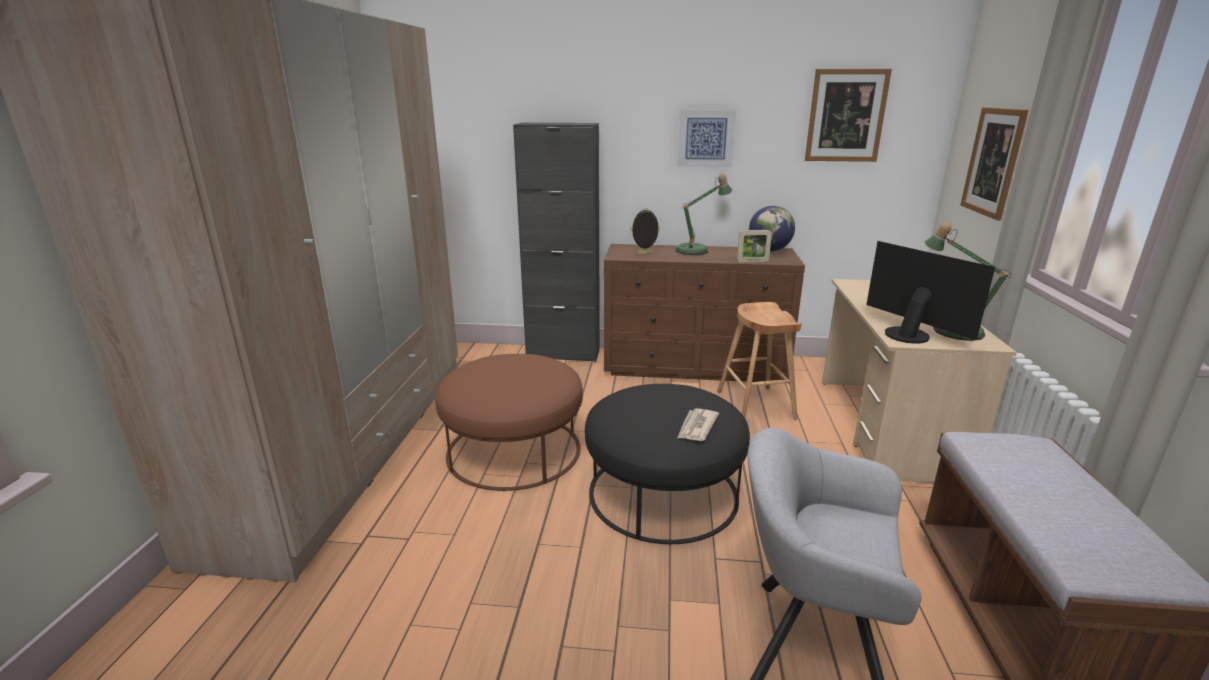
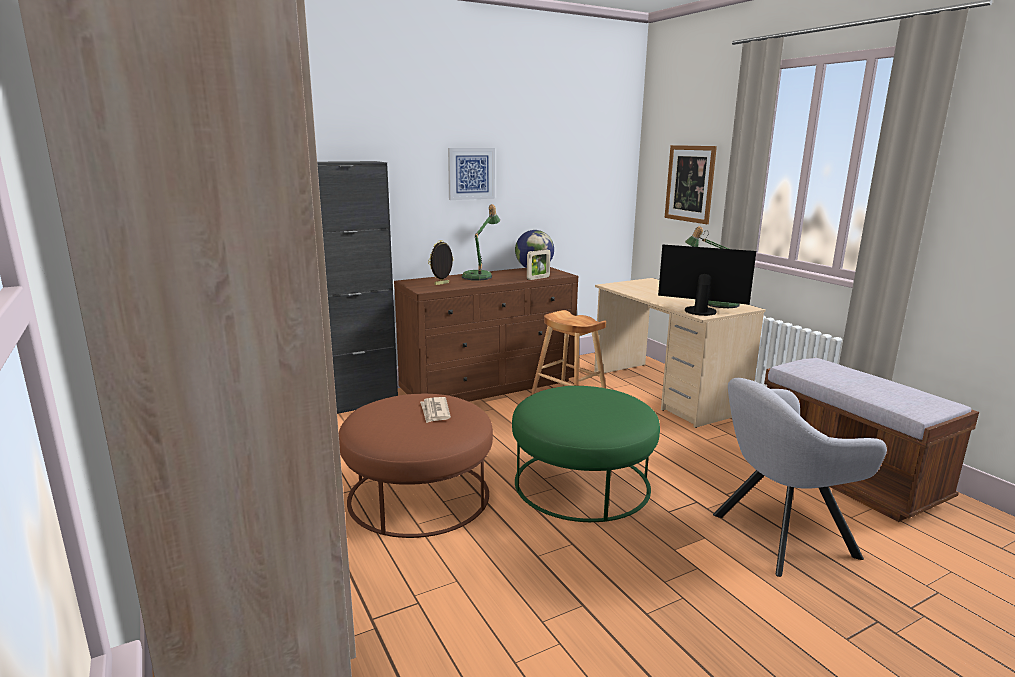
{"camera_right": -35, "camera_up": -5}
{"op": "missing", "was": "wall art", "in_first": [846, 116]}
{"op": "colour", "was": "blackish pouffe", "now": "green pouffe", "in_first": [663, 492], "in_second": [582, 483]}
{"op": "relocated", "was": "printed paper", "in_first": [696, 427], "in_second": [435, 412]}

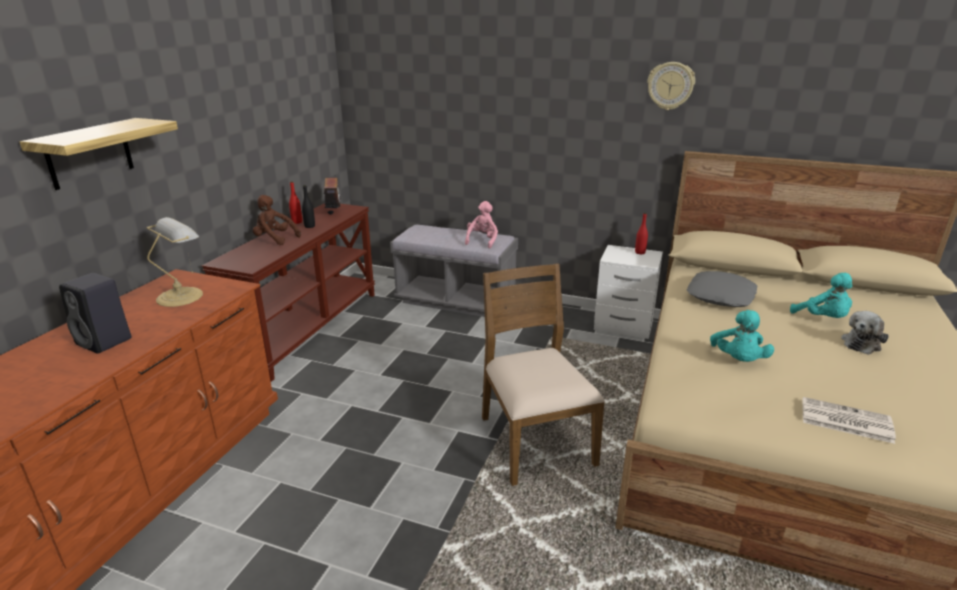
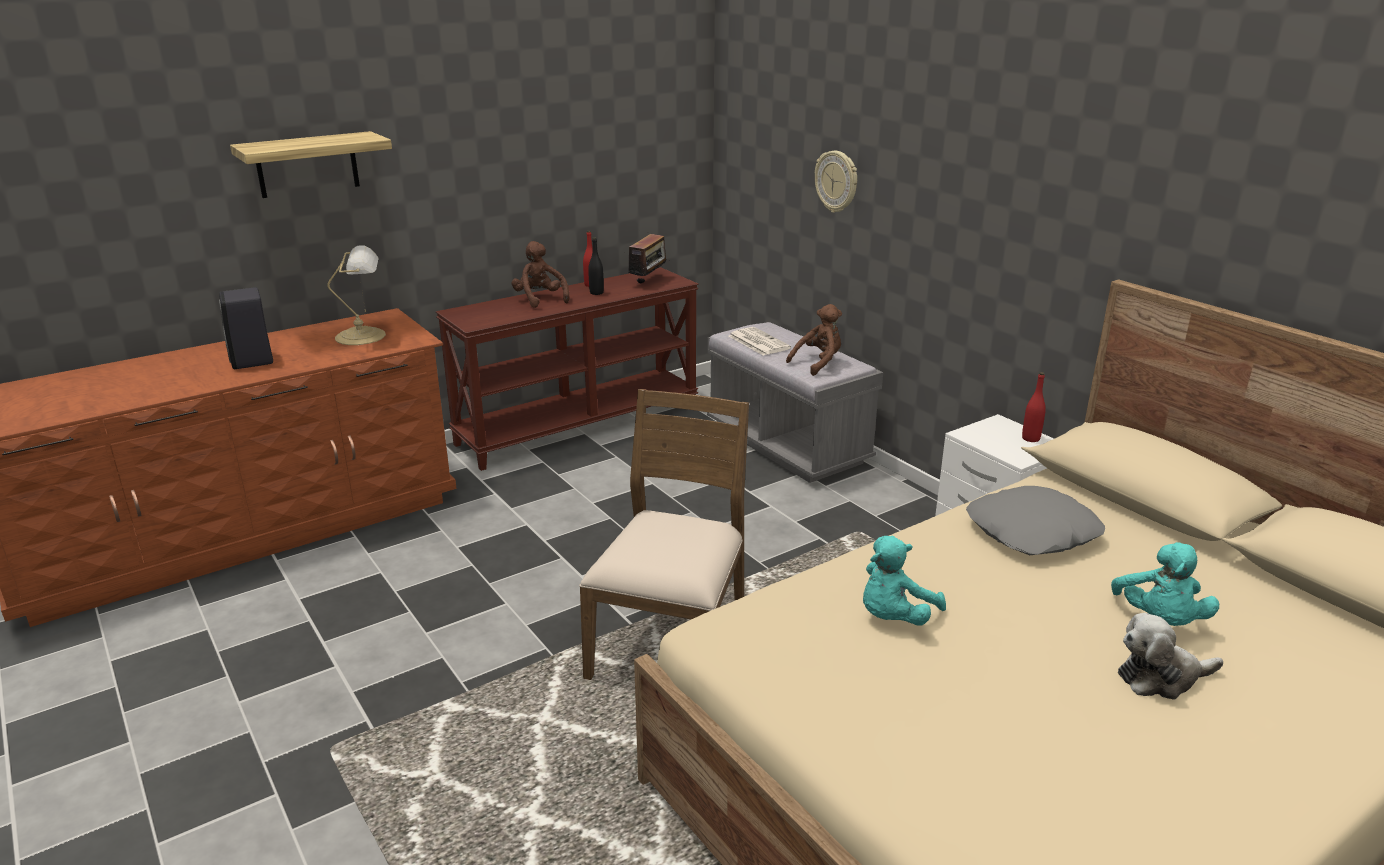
{"camera_right": 35, "camera_up": 0}
{"op": "relocated", "was": "wall clock", "in_first": [670, 86], "in_second": [837, 181]}
{"op": "colour", "was": "pink-coloured plush toy", "now": "brown-coloured plush toy", "in_first": [482, 241], "in_second": [818, 363]}
{"op": "relocated", "was": "printed paper", "in_first": [844, 421], "in_second": [757, 342]}

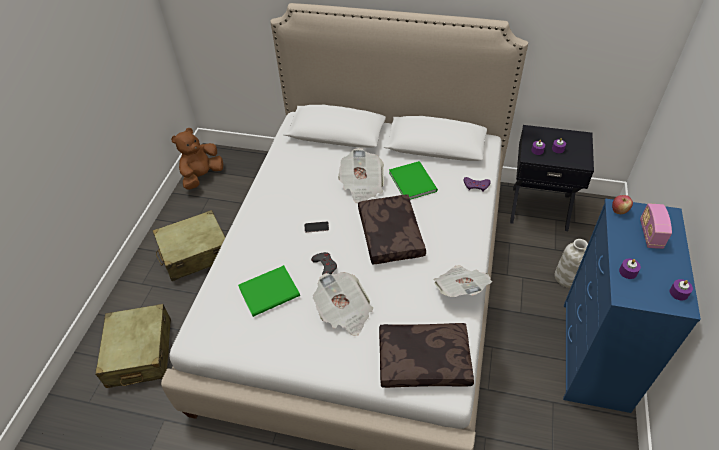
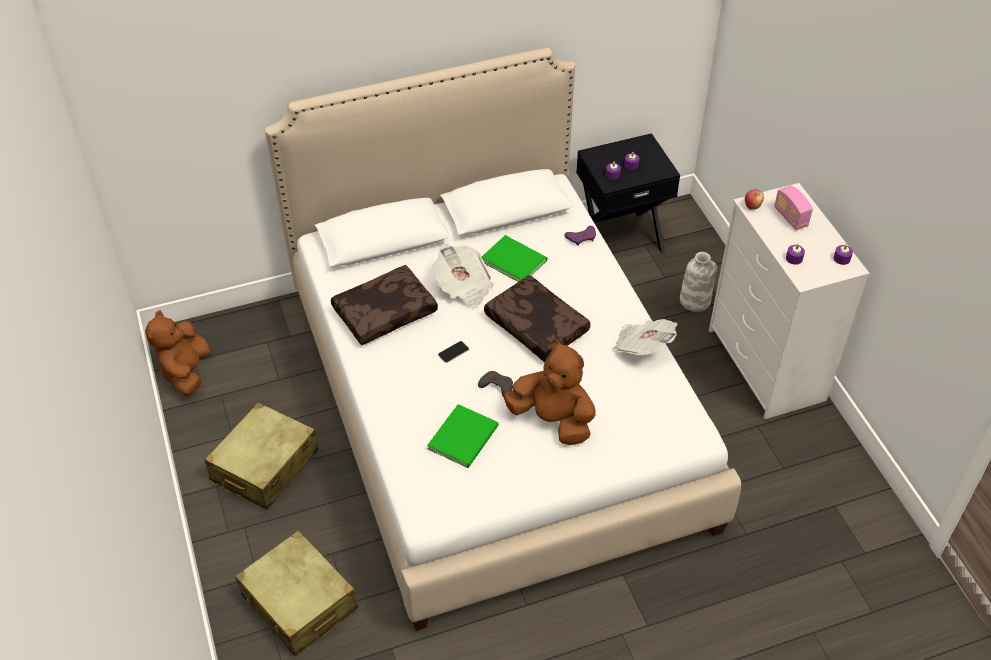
{"camera_right": -35, "camera_up": 0}
{"op": "colour", "was": "blue-coloured dresser", "now": "white dresser", "in_first": [595, 356], "in_second": [767, 365]}
{"op": "exchanged", "was": "printed paper", "now": "brown-coloured plush toy", "in_first": [344, 312], "in_second": [553, 420]}
{"op": "relocated", "was": "brown-coloured pillow", "in_first": [424, 359], "in_second": [385, 311]}

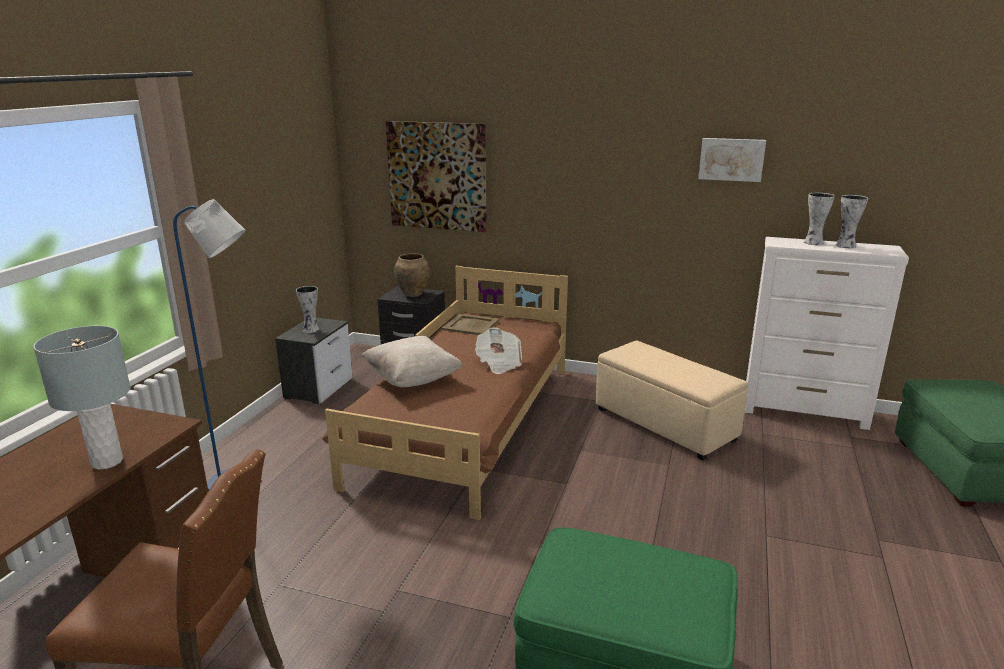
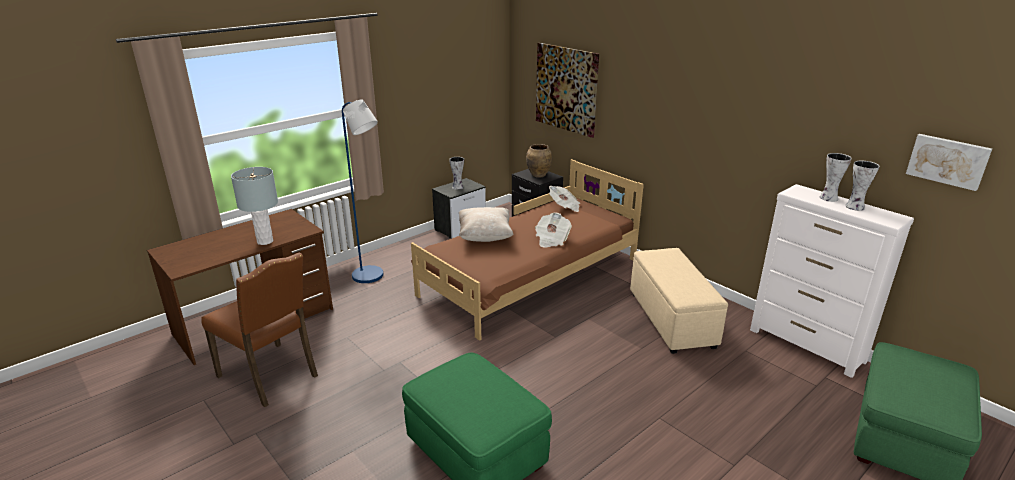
{"camera_right": 30, "camera_up": 5}
{"op": "relocated", "was": "wall art", "in_first": [731, 159], "in_second": [948, 161]}
{"op": "exchanged", "was": "beige carrying tray", "now": "printed paper", "in_first": [471, 325], "in_second": [564, 207]}

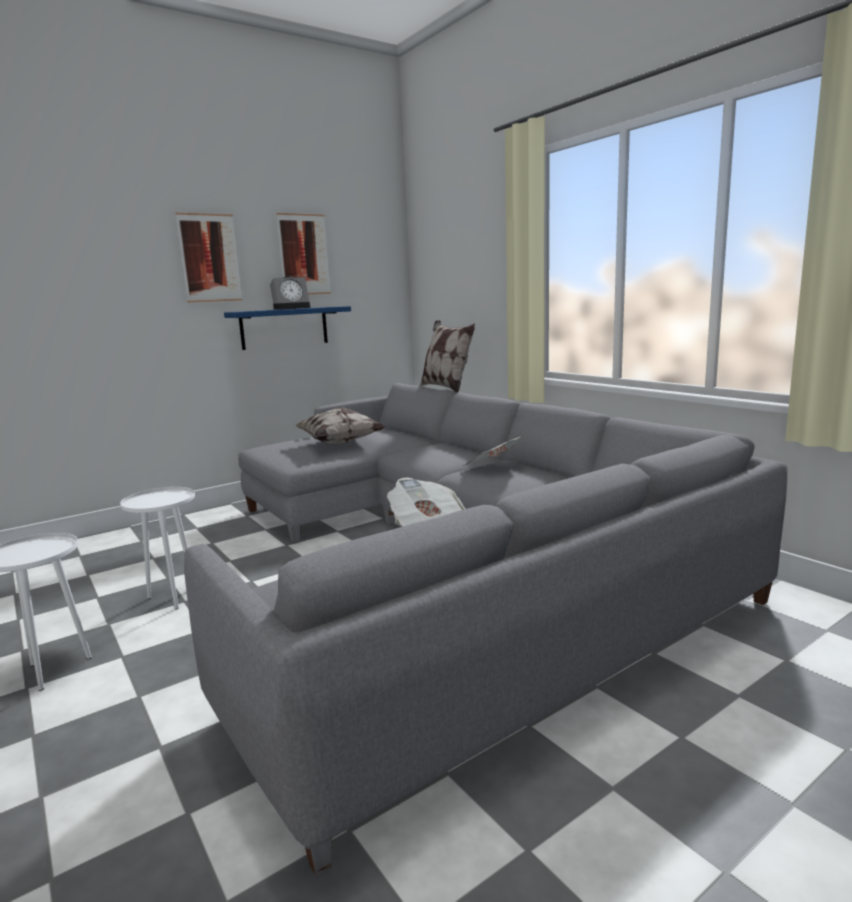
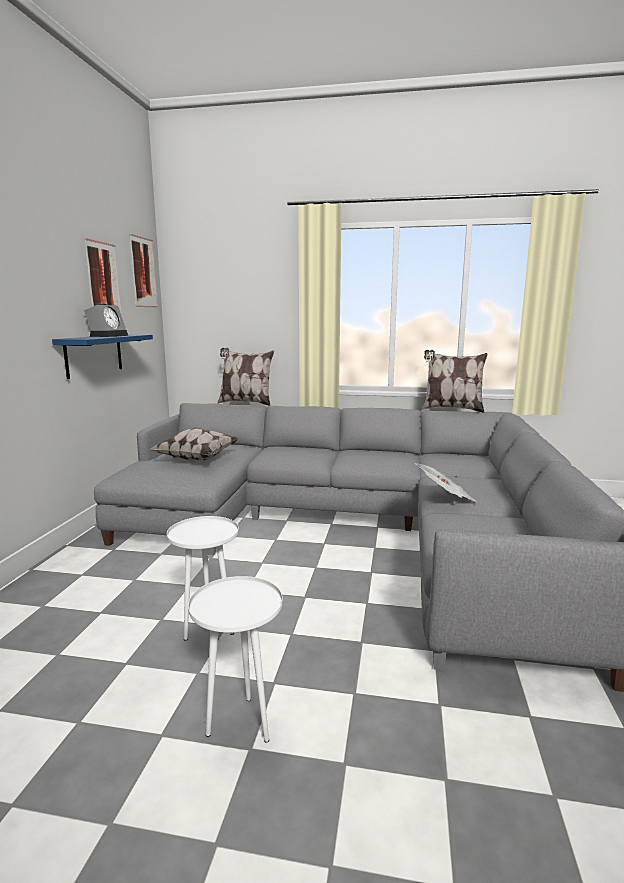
{"camera_right": -45, "camera_up": 0}
{"op": "relocated", "was": "wall art", "in_first": [209, 258], "in_second": [143, 272]}
{"op": "missing", "was": "printed paper", "in_first": [493, 468]}
{"op": "appeared", "now": "pillow", "in_second": [451, 409]}

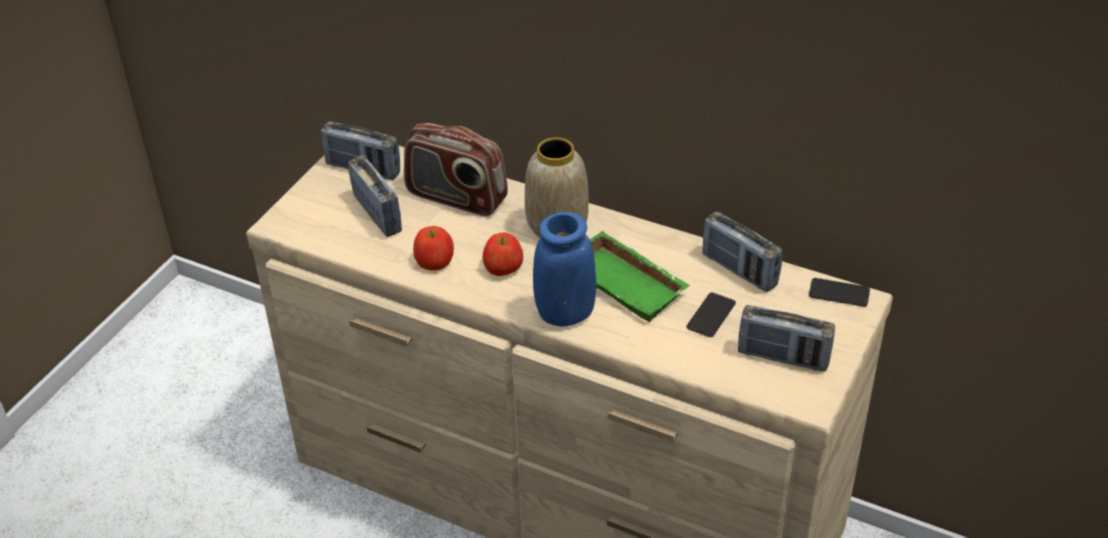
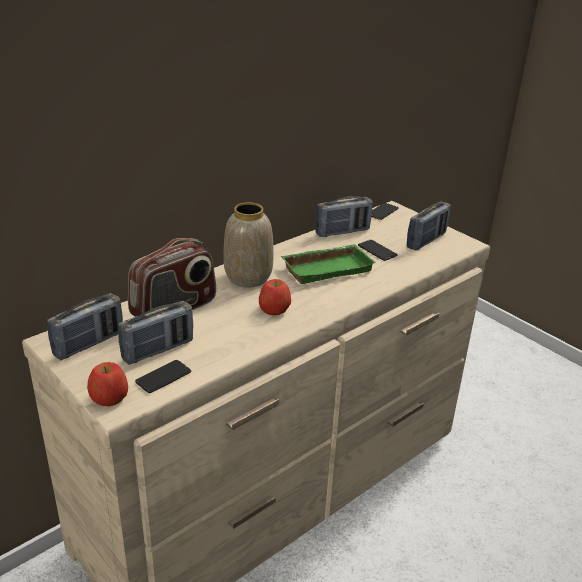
{"camera_right": -70, "camera_up": -10}
{"op": "spun", "was": "radio set", "in_first": [377, 214], "in_second": [158, 350], "clockwise": 150}
{"op": "missing", "was": "blue-coloured decorative vase", "in_first": [565, 314]}
{"op": "relocated", "was": "apple fruit", "in_first": [434, 261], "in_second": [109, 397]}
{"op": "appeared", "now": "telephone", "in_second": [163, 377]}

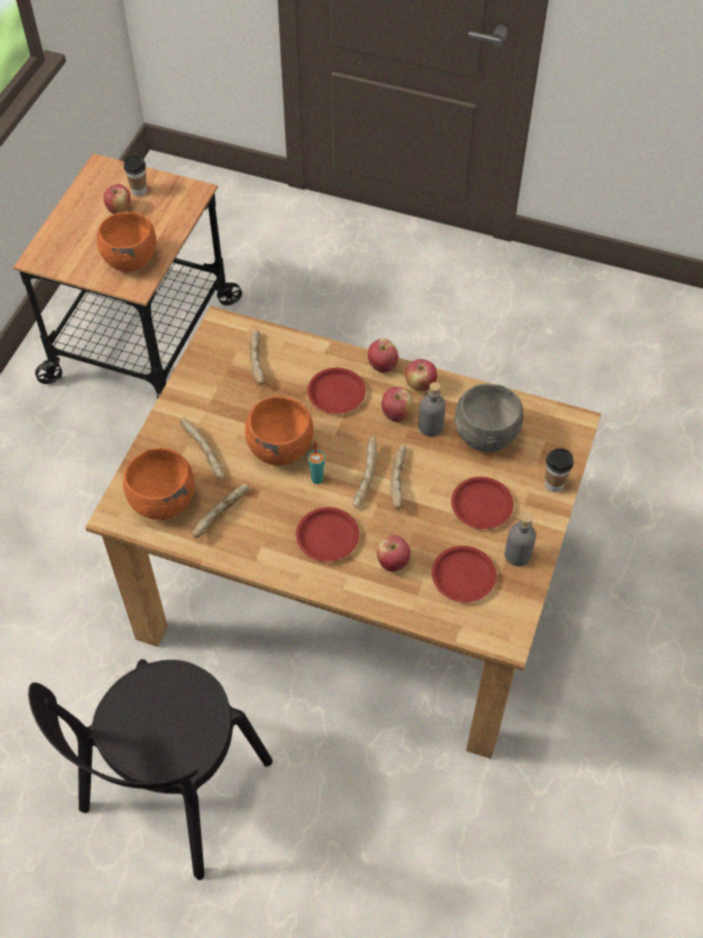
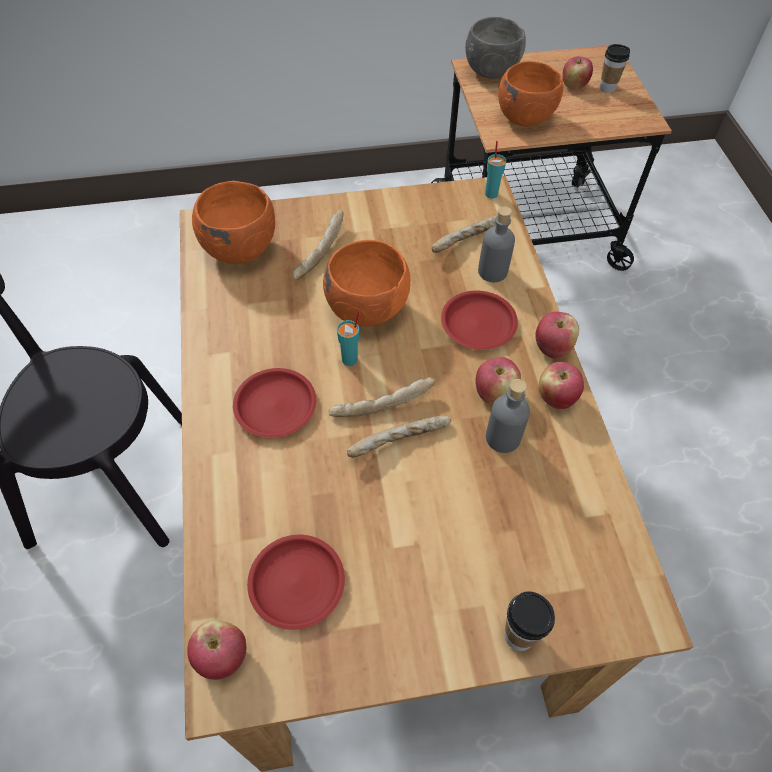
{"camera_right": 60, "camera_up": 0}
{"op": "relocated", "was": "greyish serving bowl", "in_first": [485, 436], "in_second": [490, 71]}
{"op": "missing", "was": "red flat dish", "in_first": [481, 505]}
{"op": "missing", "was": "bakery bread", "in_first": [222, 515]}
{"op": "relocated", "was": "greyish drink bottle", "in_first": [517, 555], "in_second": [492, 271]}
{"op": "relocated", "was": "apple fruit", "in_first": [392, 562], "in_second": [223, 657]}
{"op": "appeared", "now": "turquoise-coloured small cup", "in_second": [491, 193]}

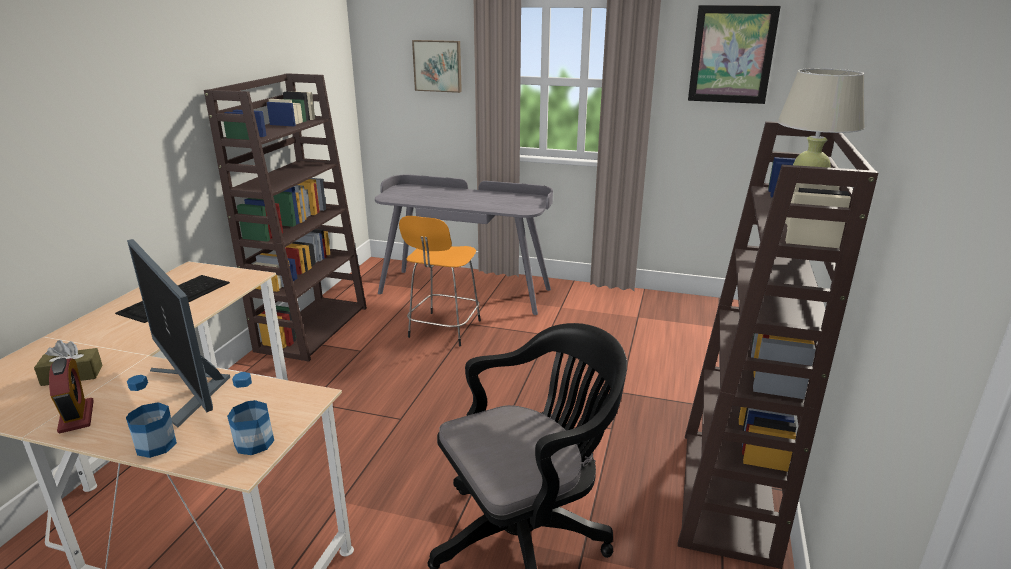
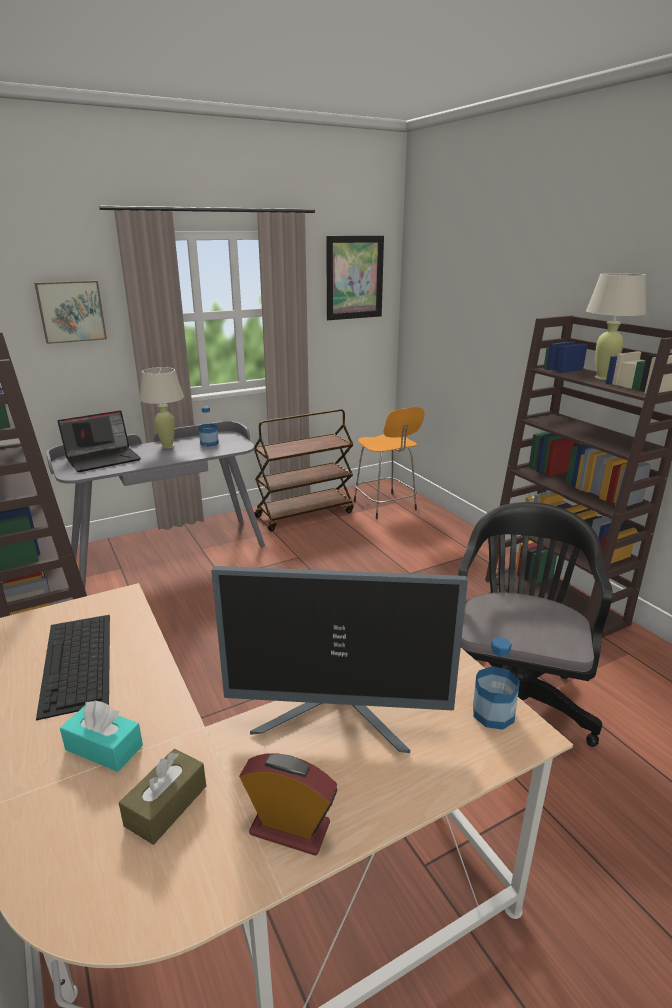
{"camera_right": -45, "camera_up": 0}
{"op": "relocated", "was": "orange-coloured stool", "in_first": [443, 330], "in_second": [385, 506]}
{"op": "relocated", "was": "drink bottle", "in_first": [156, 445], "in_second": [209, 443]}
{"op": "appeared", "now": "beige lamp for a table", "in_second": [167, 446]}
{"op": "appeared", "now": "brown-coloured wheeled cart", "in_second": [305, 514]}
{"op": "appeared", "now": "notebook computer", "in_second": [104, 459]}
{"op": "appeared", "now": "turquoise-coloured box of tissues", "in_second": [104, 747]}

